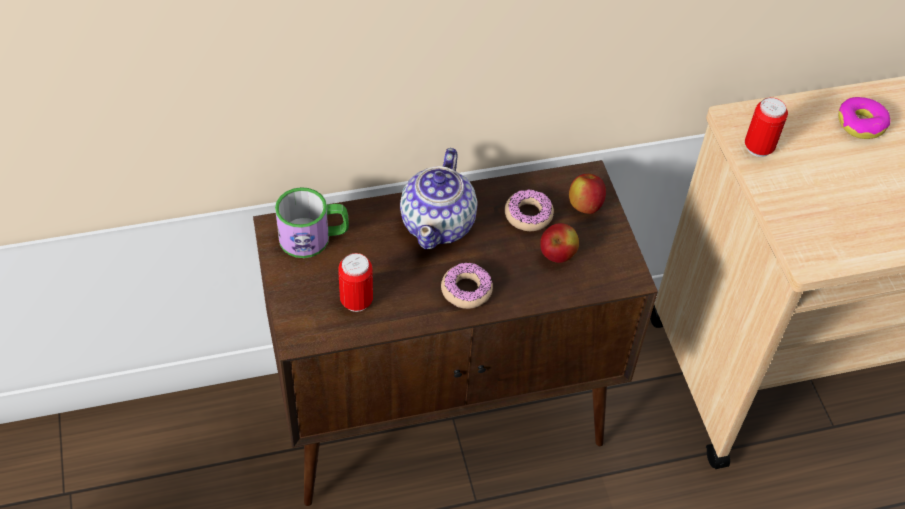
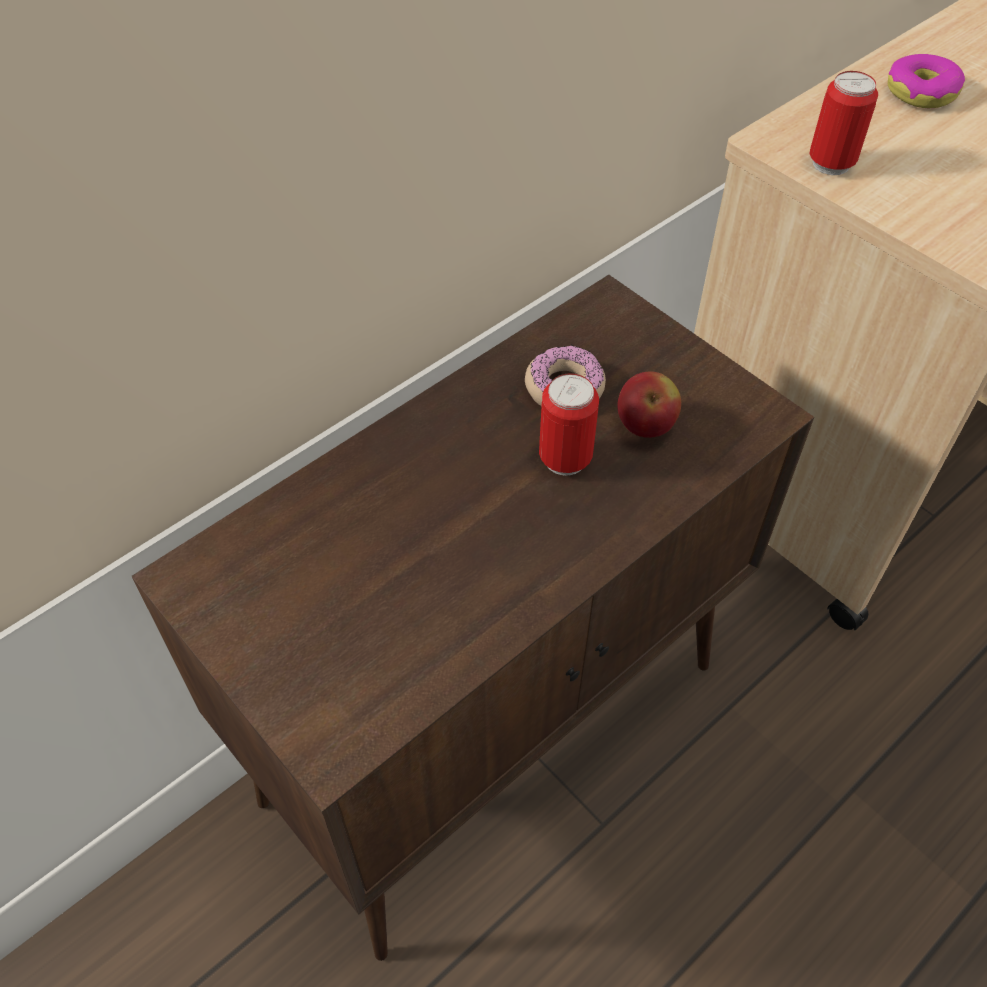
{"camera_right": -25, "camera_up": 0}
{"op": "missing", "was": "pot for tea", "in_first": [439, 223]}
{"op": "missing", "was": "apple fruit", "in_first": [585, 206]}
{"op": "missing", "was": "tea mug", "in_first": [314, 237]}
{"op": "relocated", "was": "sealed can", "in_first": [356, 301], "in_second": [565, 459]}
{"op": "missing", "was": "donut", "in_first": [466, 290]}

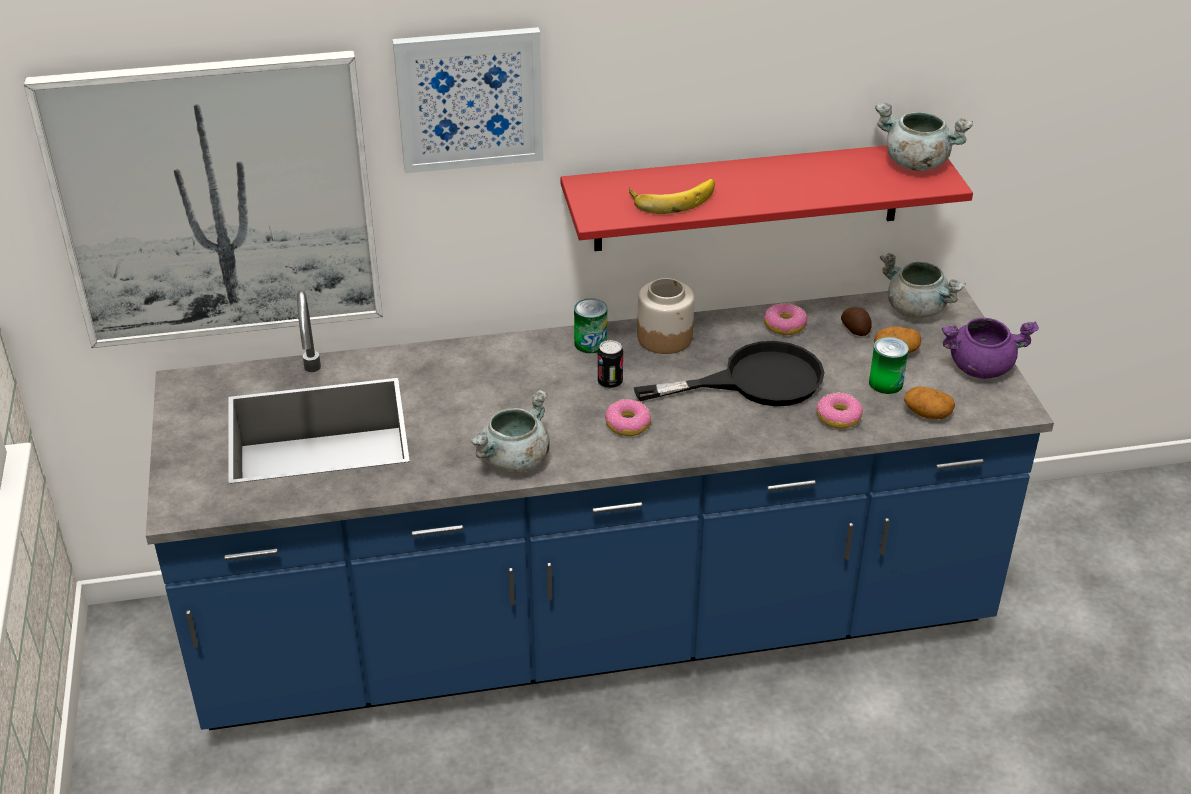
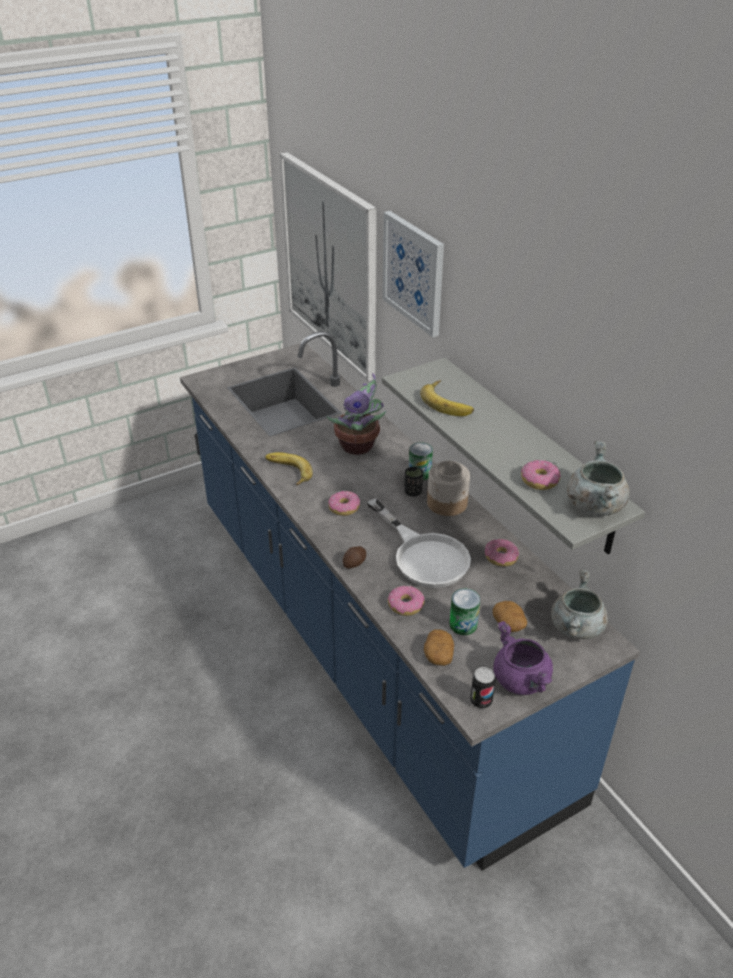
{"camera_right": 70, "camera_up": 0}
{"op": "colour", "was": "red bracket shelf", "now": "greyish bracket shelf", "in_first": [748, 196], "in_second": [529, 454]}
{"op": "relocated", "was": "potato", "in_first": [855, 329], "in_second": [355, 563]}
{"op": "relocated", "was": "sealed can", "in_first": [610, 382], "in_second": [481, 701]}
{"op": "colour", "was": "blackish pan", "now": "white pan", "in_first": [755, 381], "in_second": [424, 555]}
{"op": "exchanged", "was": "greyish cooking pot", "now": "banana", "in_first": [514, 461], "in_second": [287, 472]}
{"op": "appeared", "now": "houseplant", "in_second": [359, 446]}
{"op": "appeared", "now": "donut", "in_second": [539, 481]}
{"op": "appeared", "now": "blackish small cup", "in_second": [413, 492]}

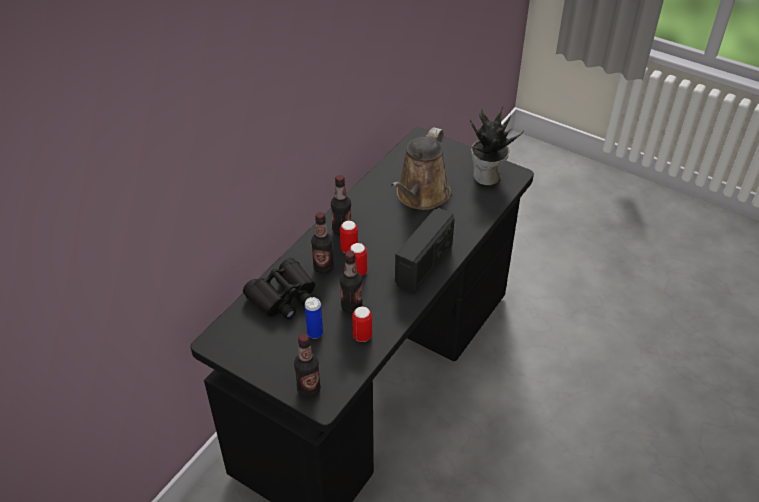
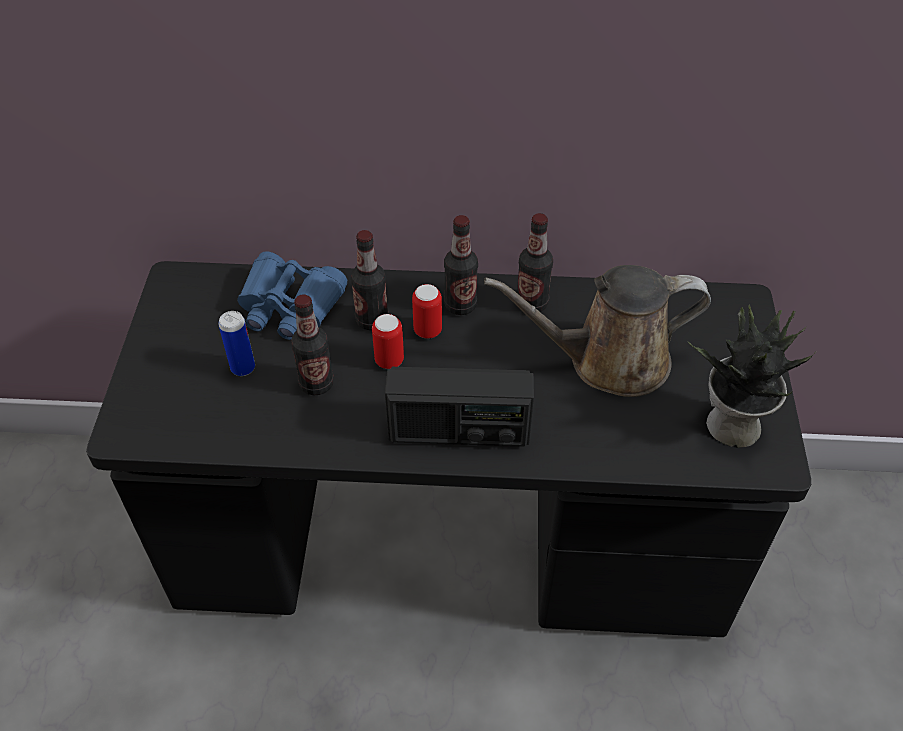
{"camera_right": 60, "camera_up": 5}
{"op": "colour", "was": "blackish field glasses", "now": "blue-coloured field glasses", "in_first": [283, 297], "in_second": [289, 306]}
{"op": "missing", "was": "sealed can", "in_first": [362, 336]}
{"op": "relocated", "was": "drink bottle", "in_first": [308, 389], "in_second": [532, 303]}

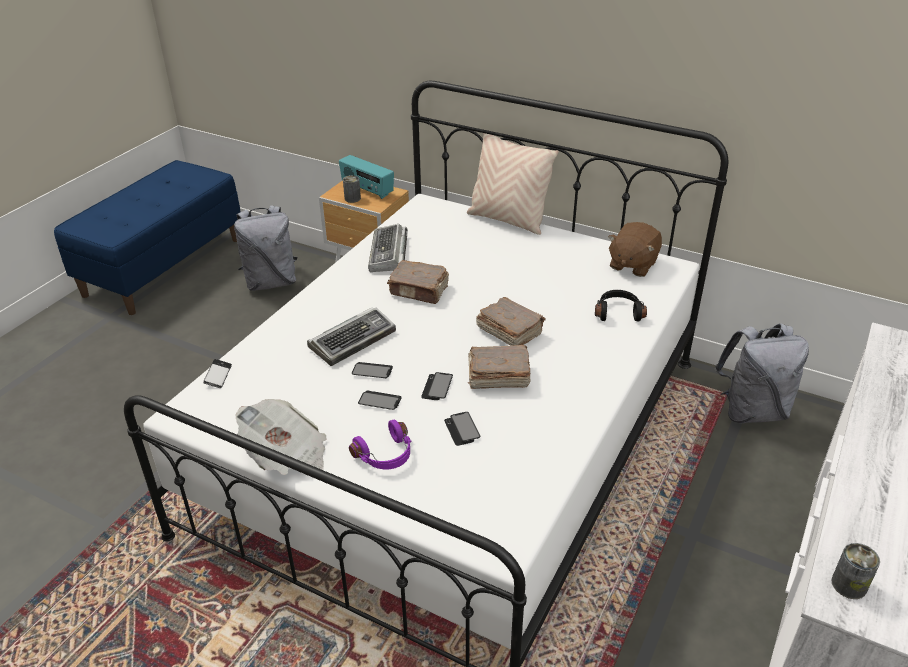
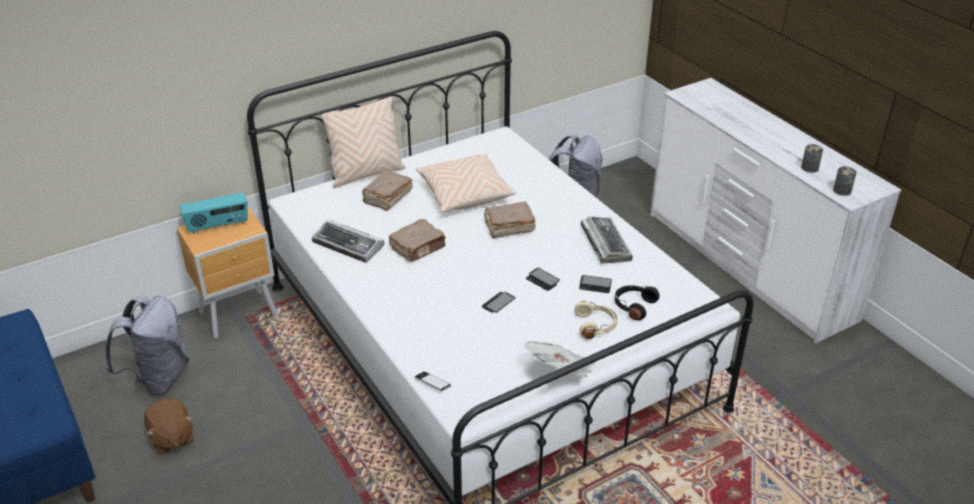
{"camera_right": -60, "camera_up": 0}
{"op": "relocated", "was": "sealed can", "in_first": [352, 198], "in_second": [809, 168]}
{"op": "relocated", "was": "brown-coloured plush toy", "in_first": [632, 264], "in_second": [171, 438]}
{"op": "relocated", "was": "blackish pair of headphones", "in_first": [618, 312], "in_second": [633, 306]}
{"op": "relocated", "was": "computer keyboard", "in_first": [353, 340], "in_second": [605, 243]}
{"op": "relocated", "was": "brown-coloured book", "in_first": [497, 377], "in_second": [387, 198]}
{"op": "missing", "was": "telephone", "in_first": [380, 401]}
{"op": "colour", "was": "purplish pair of headphones", "now": "beige pair of headphones", "in_first": [386, 456], "in_second": [596, 326]}
{"op": "appeared", "now": "beige pillow", "in_second": [464, 194]}

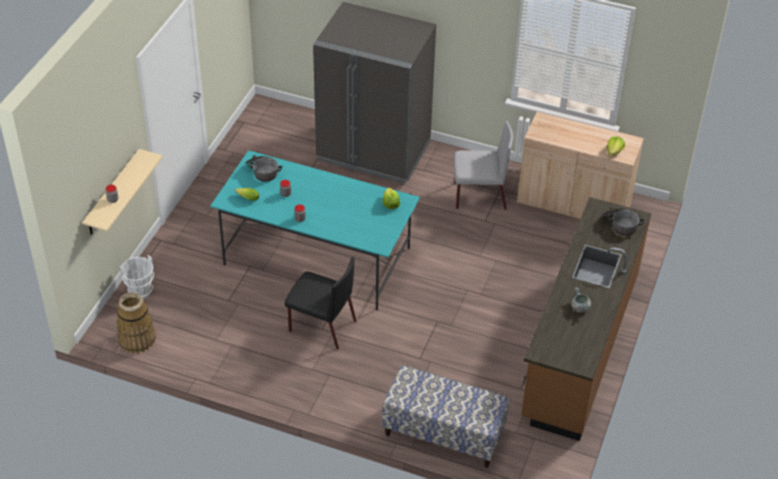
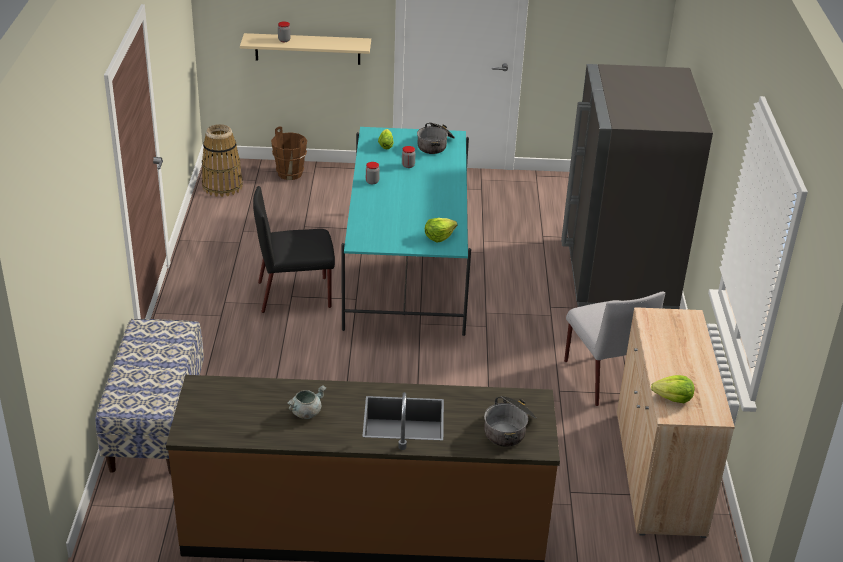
{"camera_right": 70, "camera_up": -10}
{"op": "colour", "was": "white water bucket", "now": "brown-coloured water bucket", "in_first": [140, 292], "in_second": [289, 174]}
{"op": "spun", "was": "blackish upright chair", "in_first": [321, 326], "in_second": [296, 294], "clockwise": 75}

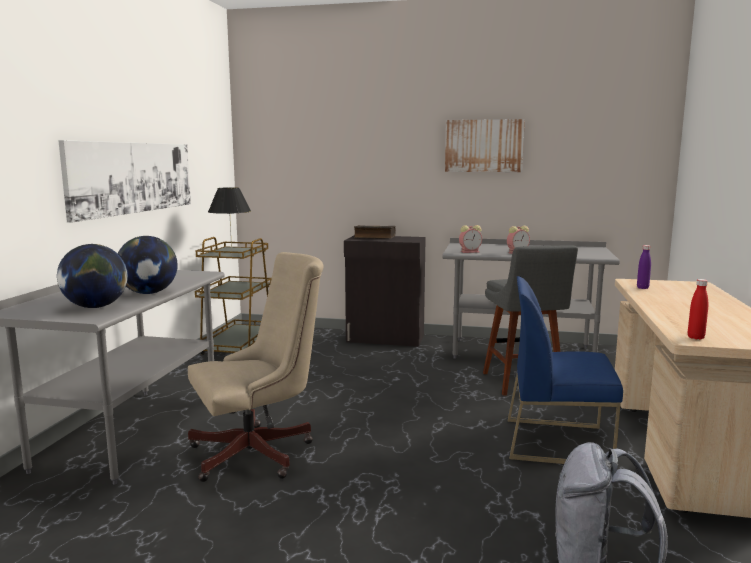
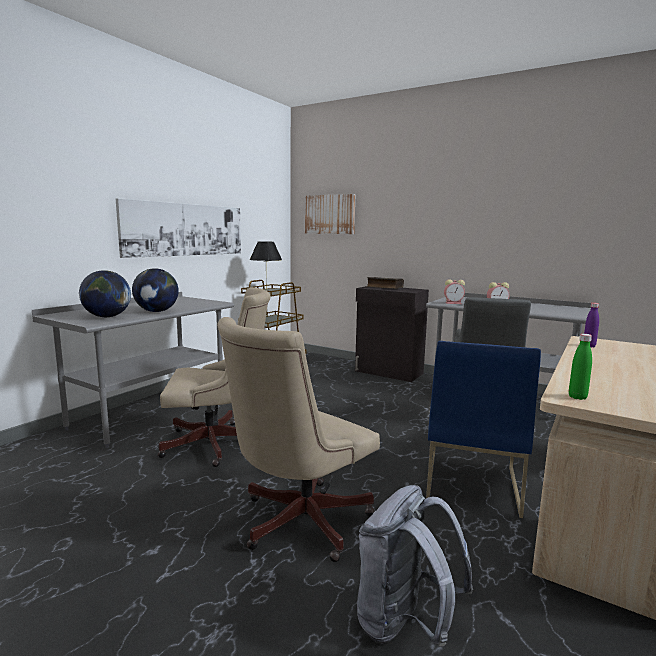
{"camera_right": 20, "camera_up": 0}
{"op": "relocated", "was": "wall art", "in_first": [484, 146], "in_second": [330, 214]}
{"op": "spun", "was": "blue-coloured upright chair", "in_first": [557, 442], "in_second": [470, 483], "clockwise": -105}
{"op": "colour", "was": "red drink bottle", "now": "green drink bottle", "in_first": [695, 337], "in_second": [577, 397]}
{"op": "appeared", "now": "beige office chair", "in_second": [297, 523]}

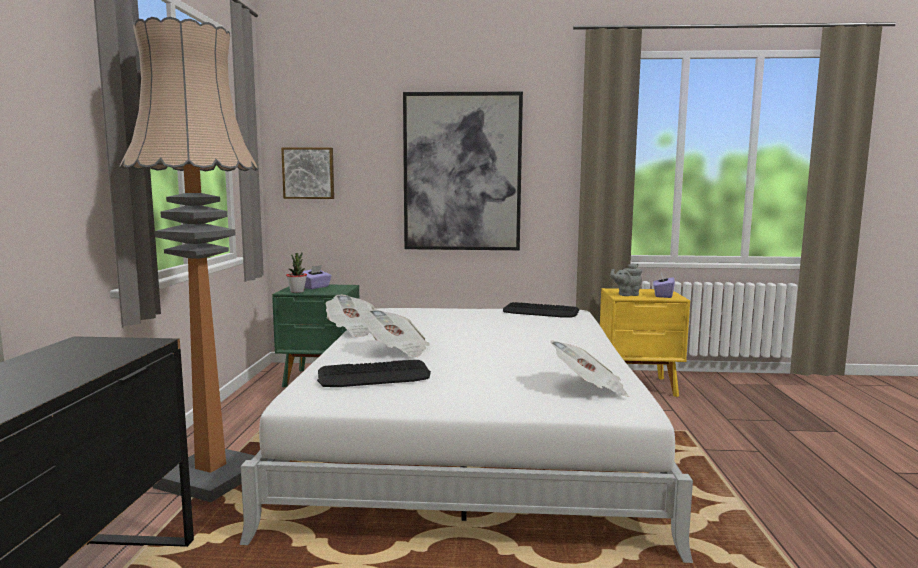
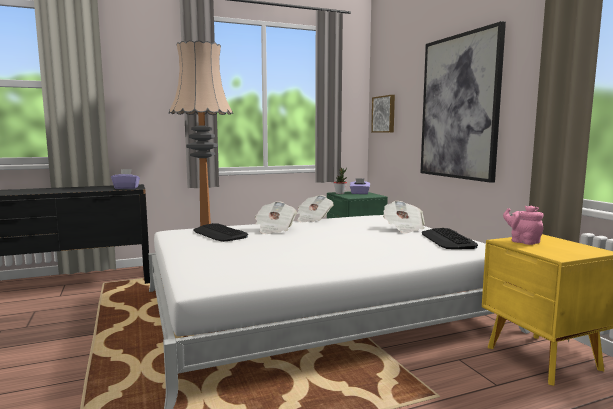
{"camera_right": 65, "camera_up": 0}
{"op": "colour", "was": "greyish pot for tea", "now": "pink-coloured pot for tea", "in_first": [626, 294], "in_second": [523, 241]}
{"op": "relocated", "was": "purplish box of tissues", "in_first": [662, 295], "in_second": [126, 188]}
{"op": "relocated", "was": "printed paper", "in_first": [589, 388], "in_second": [403, 228]}

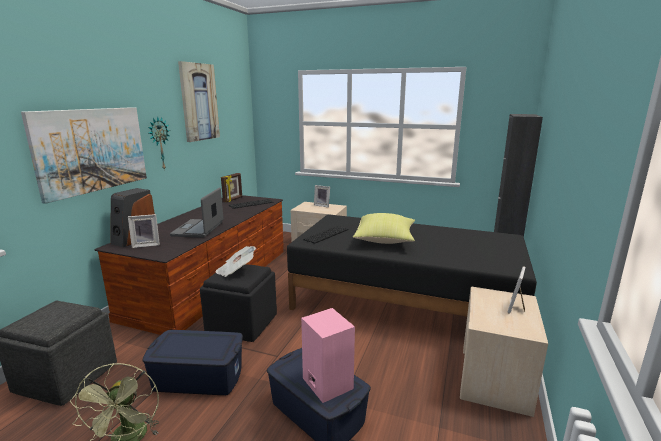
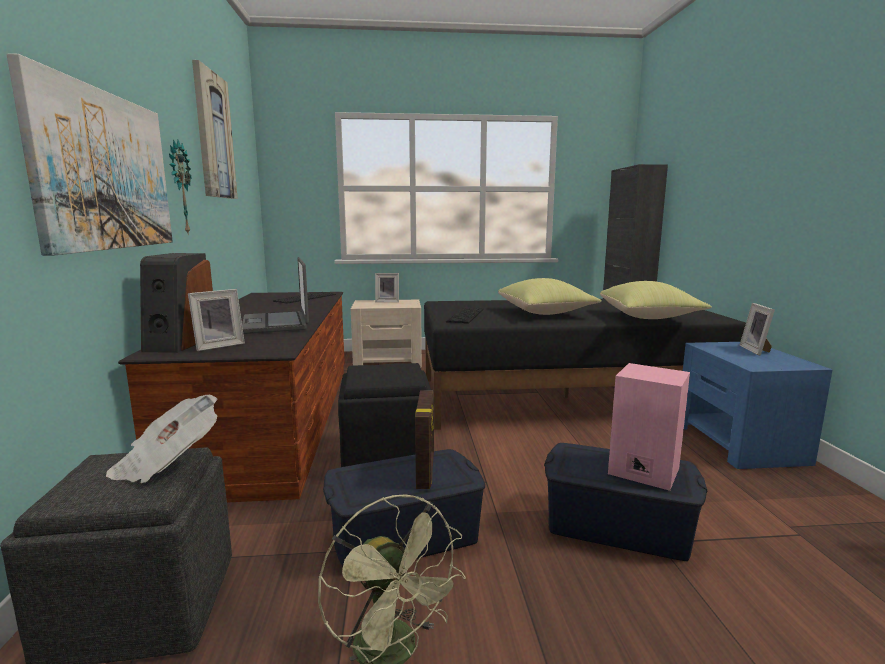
{"camera_right": -25, "camera_up": -5}
{"op": "relocated", "was": "photo frame", "in_first": [233, 199], "in_second": [426, 471]}
{"op": "relocated", "was": "printed paper", "in_first": [236, 271], "in_second": [167, 463]}
{"op": "colour", "was": "beige nightstand", "now": "blue-coloured nightstand", "in_first": [494, 378], "in_second": [740, 443]}
{"op": "appeared", "now": "yellowish pillow", "in_second": [649, 318]}

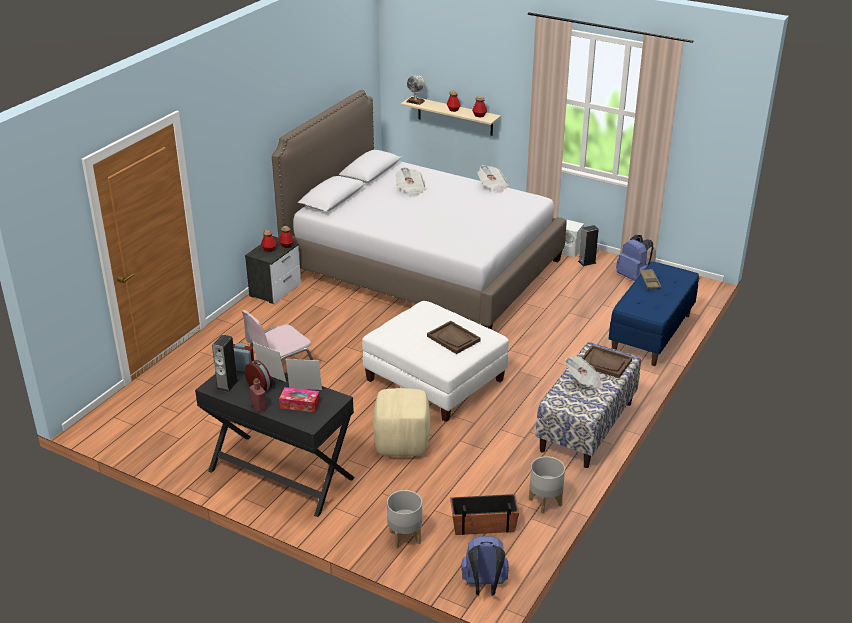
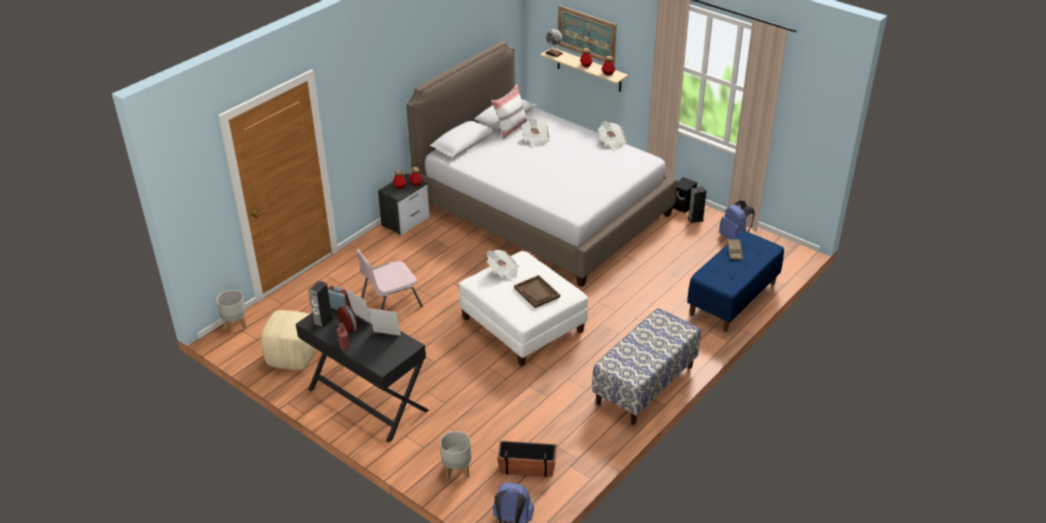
{"camera_right": 10, "camera_up": 5}
{"op": "colour", "was": "white audio speaker", "now": "blackish audio speaker", "in_first": [570, 251], "in_second": [683, 206]}
{"op": "missing", "was": "brown-coloured carrying tray", "in_first": [605, 363]}
{"op": "relocated", "was": "printed paper", "in_first": [583, 381], "in_second": [503, 271]}
{"op": "missing", "was": "box of tissues", "in_first": [300, 404]}
{"op": "relocated", "was": "beige pouffe", "in_first": [401, 444], "in_second": [292, 358]}
{"op": "relocated", "was": "greyish plant pot", "in_first": [545, 502], "in_second": [235, 325]}
{"op": "appeared", "now": "wall art", "in_second": [586, 34]}
{"op": "appeared", "now": "white pillow", "in_second": [510, 128]}

